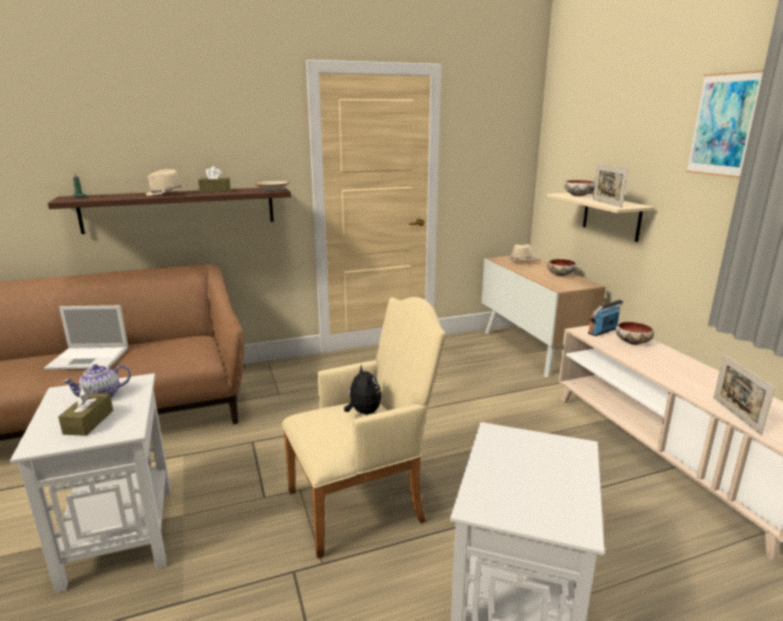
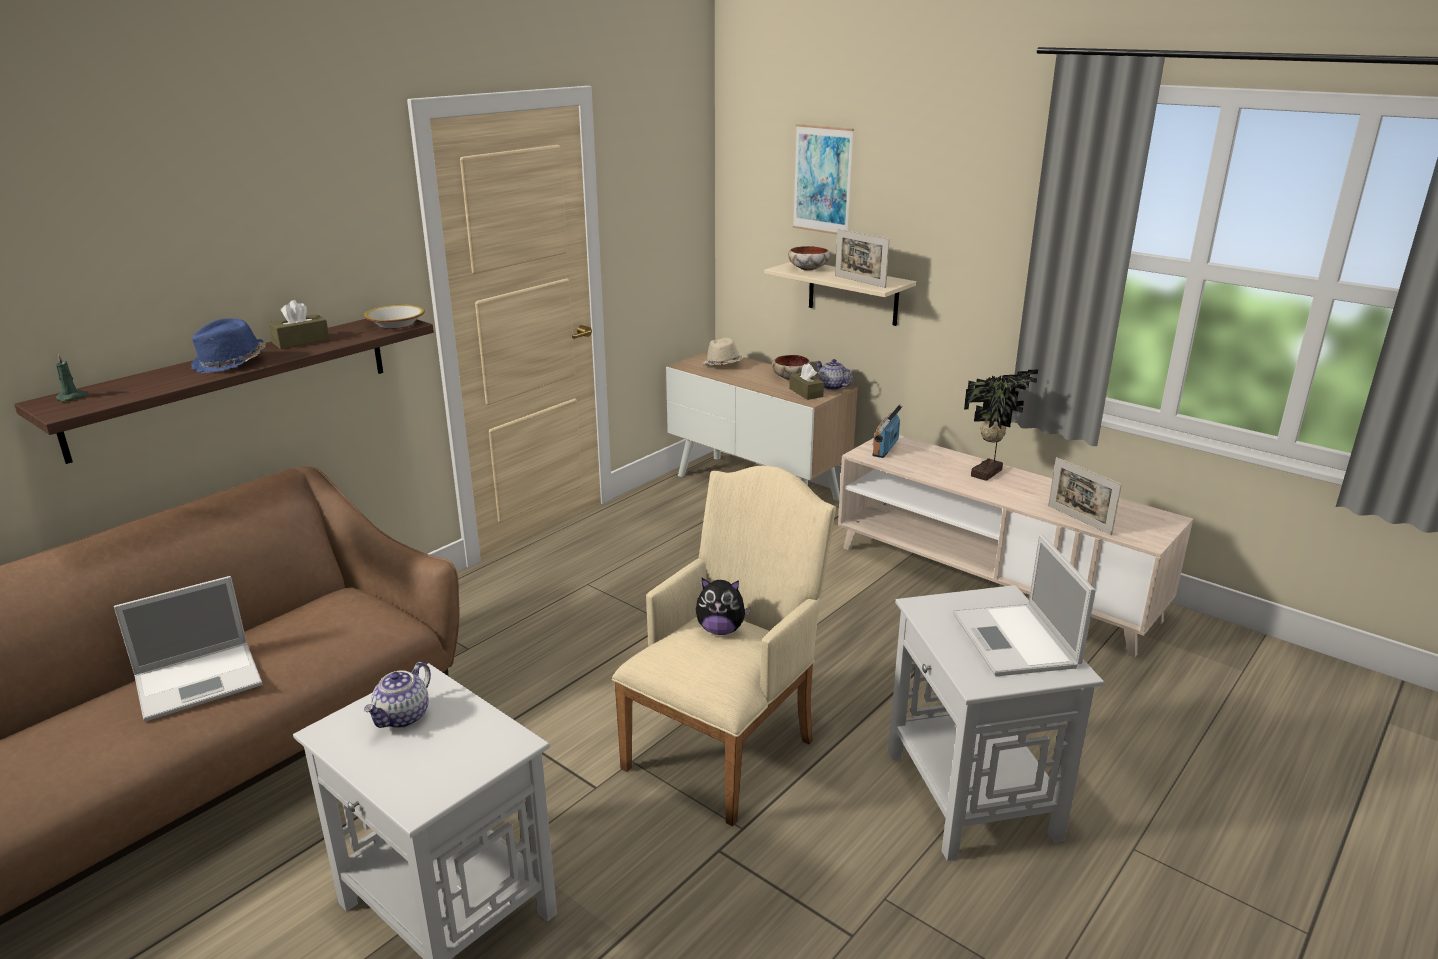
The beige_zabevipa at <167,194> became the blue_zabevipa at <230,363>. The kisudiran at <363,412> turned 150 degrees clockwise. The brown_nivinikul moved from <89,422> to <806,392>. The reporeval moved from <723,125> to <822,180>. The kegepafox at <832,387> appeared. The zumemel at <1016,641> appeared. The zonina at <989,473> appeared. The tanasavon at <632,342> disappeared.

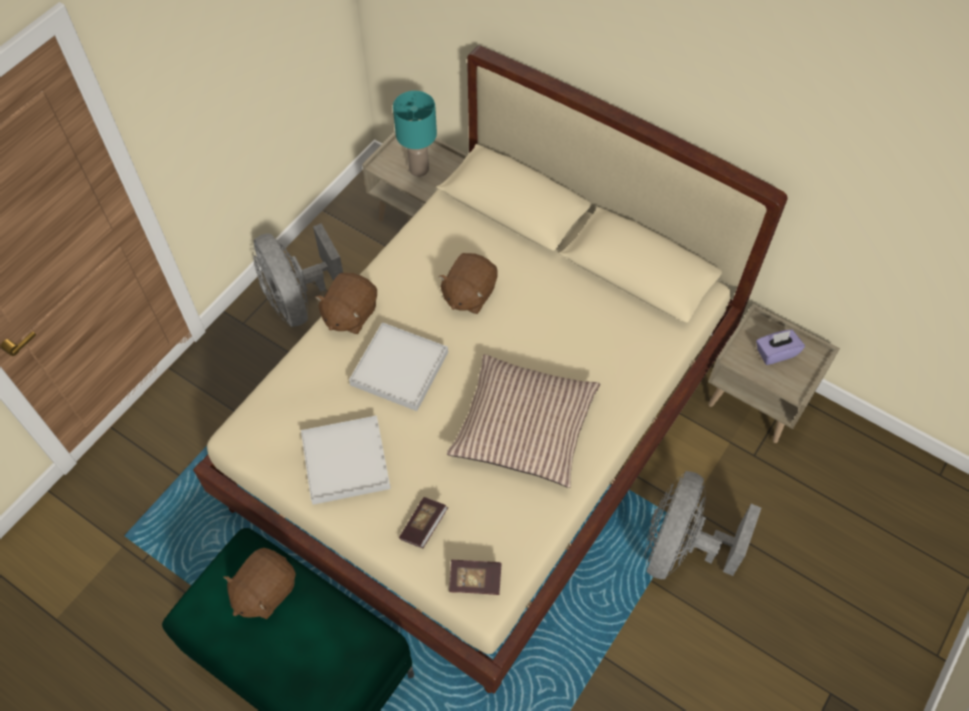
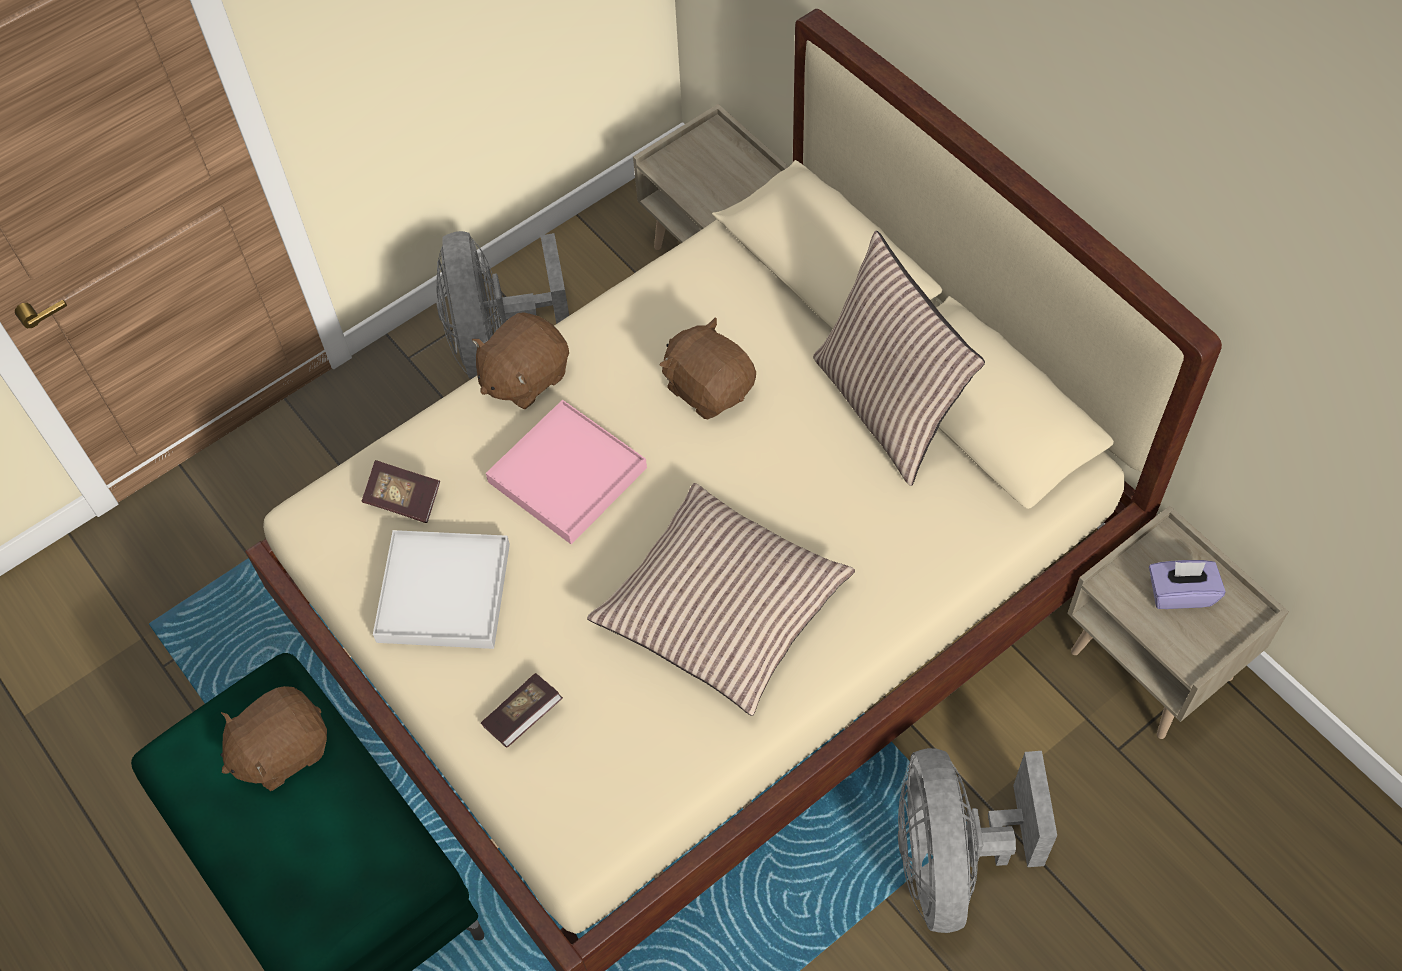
The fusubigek moved from <475,581> to <403,499>. The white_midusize at <399,368> became the pink_midusize at <567,474>. The brown_kisudiran at <468,294> turned 90 degrees clockwise. The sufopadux at <888,407> appeared. The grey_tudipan at <681,547> turned 45 degrees counterclockwise. The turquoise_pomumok at <419,169> disappeared.

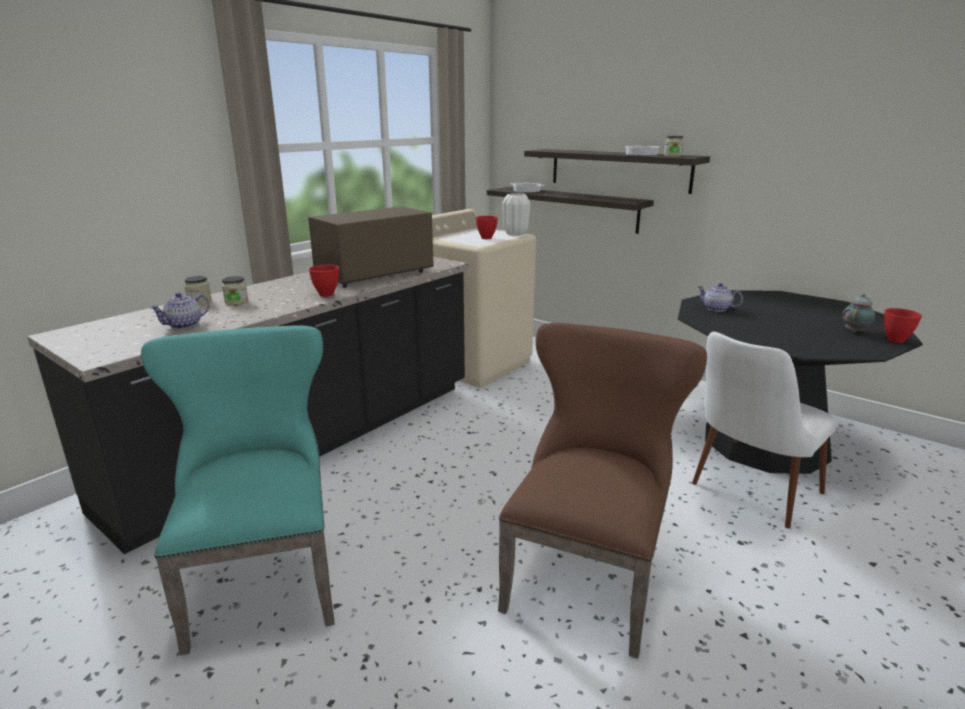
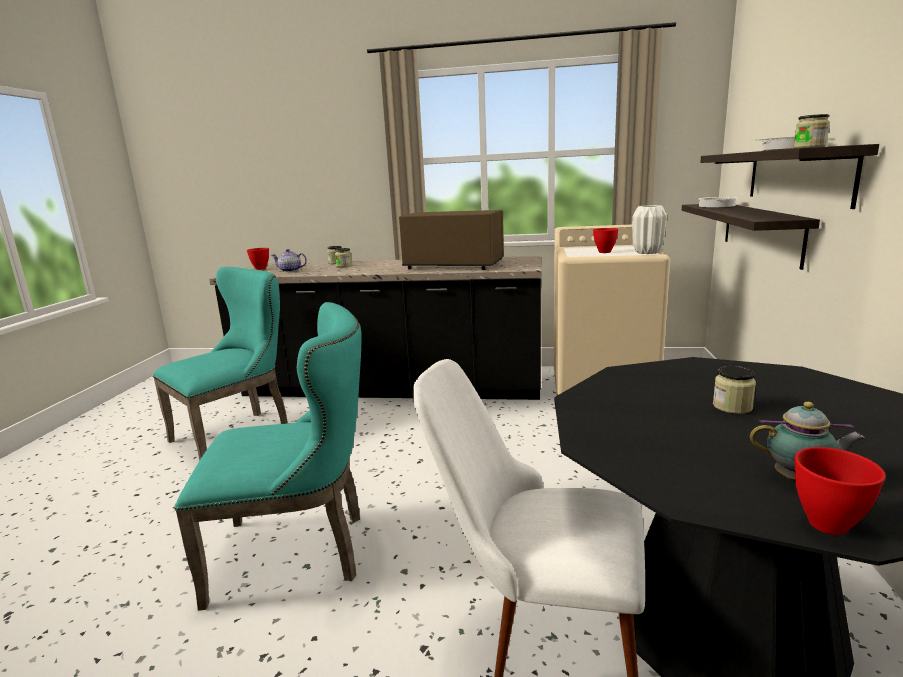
The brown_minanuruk at <587,575> became the turquoise_minanuruk at <300,552>. The red_tanasavon moved from <326,295> to <260,269>. The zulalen at <732,406> appeared. The kegepafox at <717,309> disappeared.

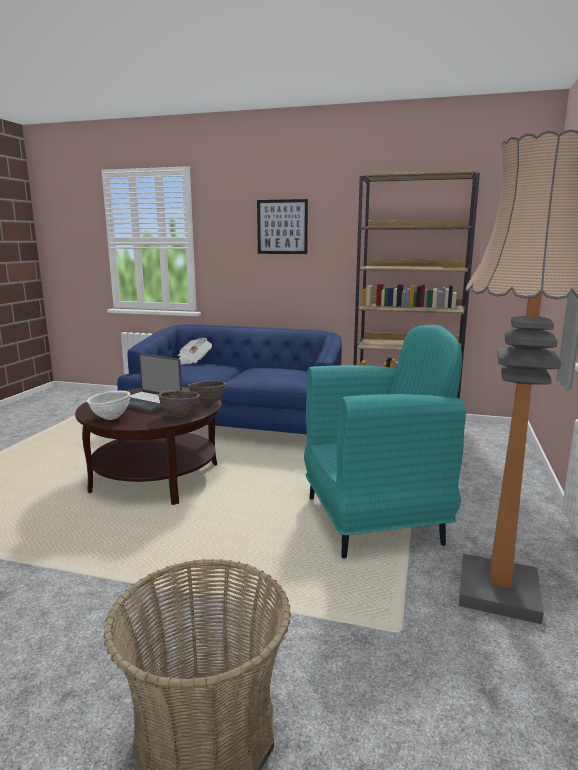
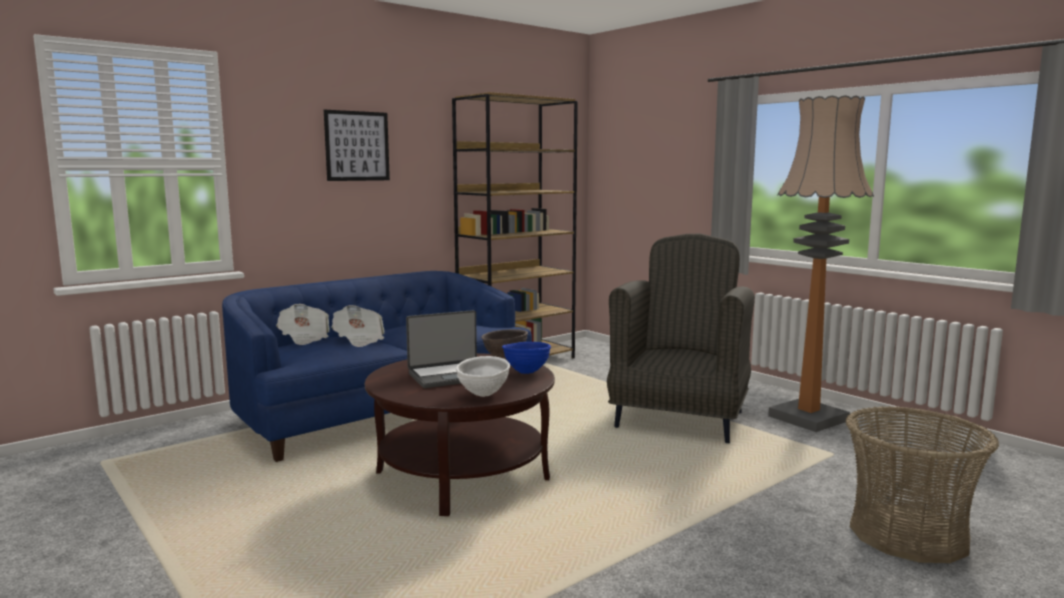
The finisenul at <359,340> appeared. The brown_tanasavon at <180,416> became the blue_tanasavon at <526,372>. The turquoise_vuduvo at <375,520> became the grey_vuduvo at <680,419>.

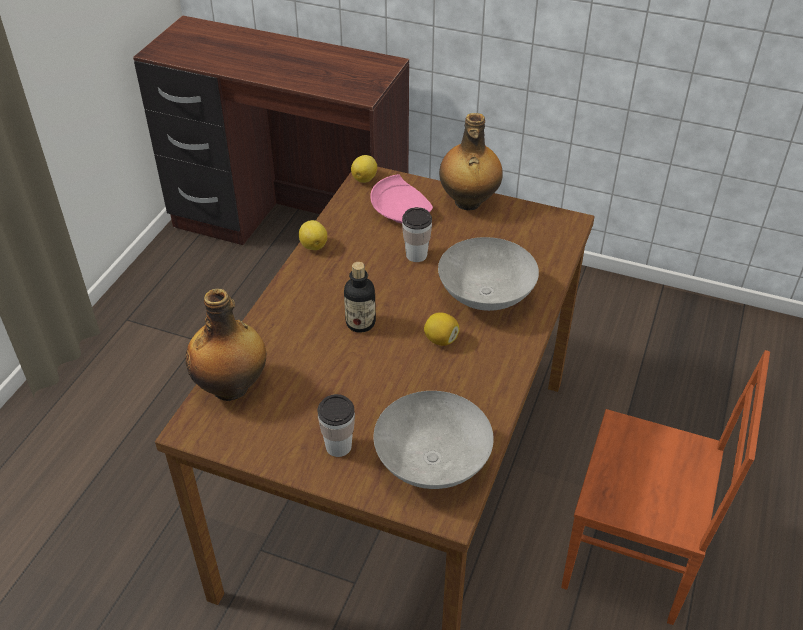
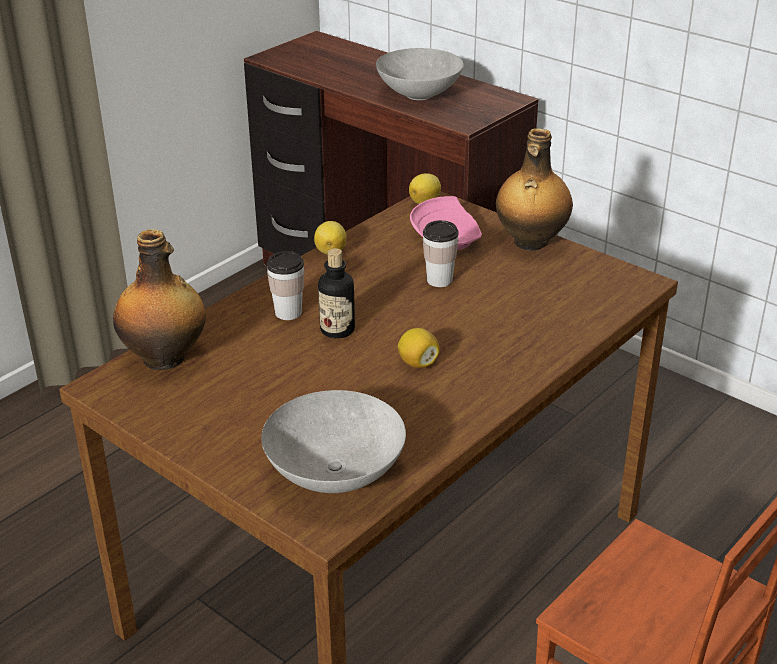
The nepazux moved from <338,446> to <288,313>. The grey_tanasavon moved from <486,295> to <420,94>.

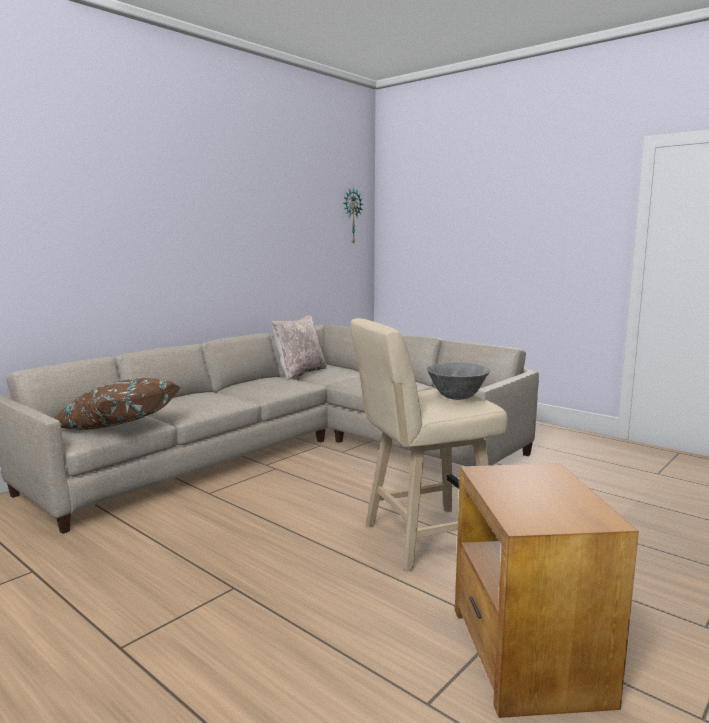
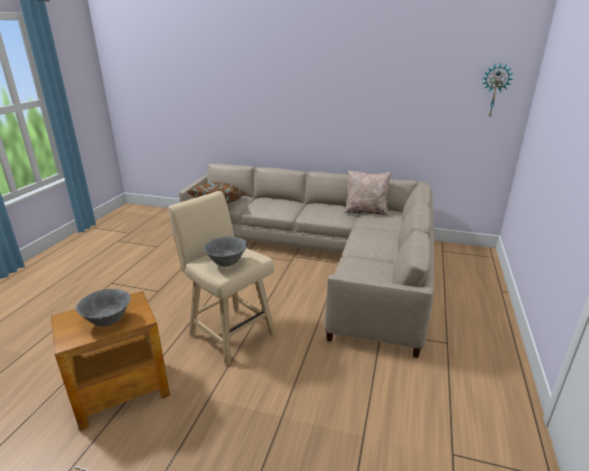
The grey_tanasavon at <108,321> appeared.

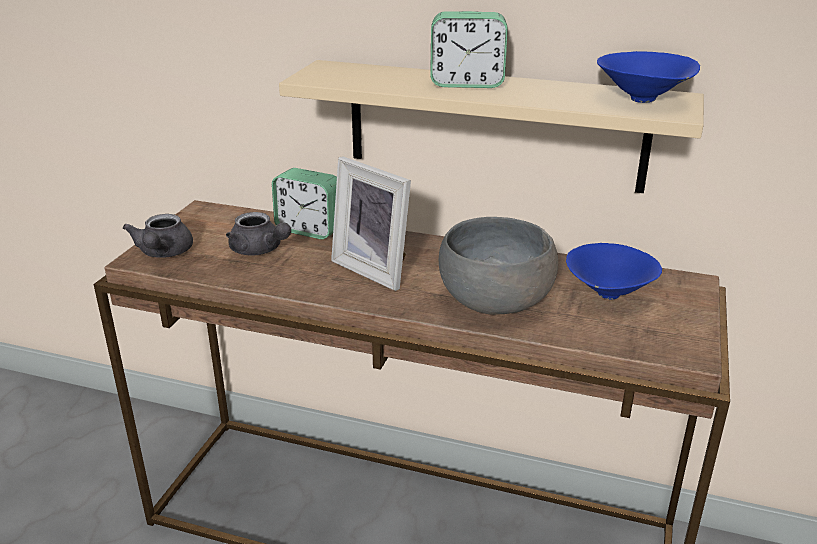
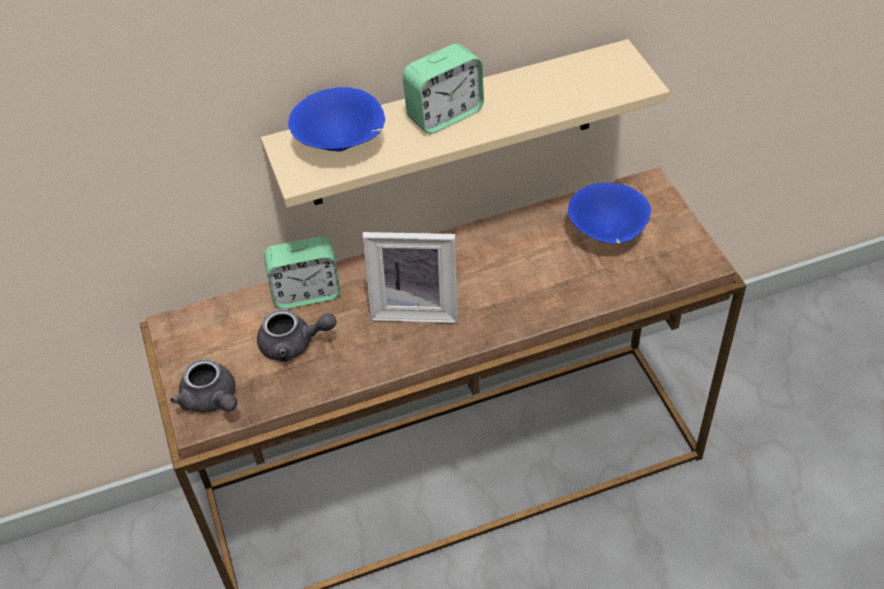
The blue_tanasavon moved from <644,100> to <342,145>. The grey_tanasavon at <496,301> disappeared.

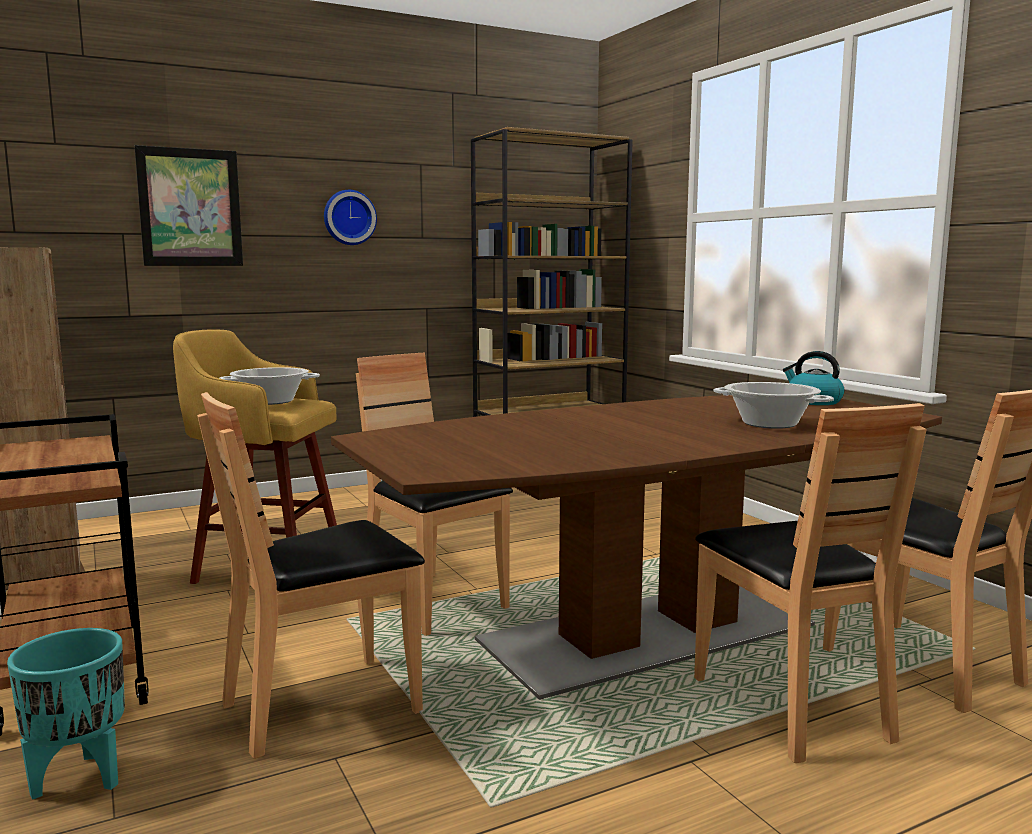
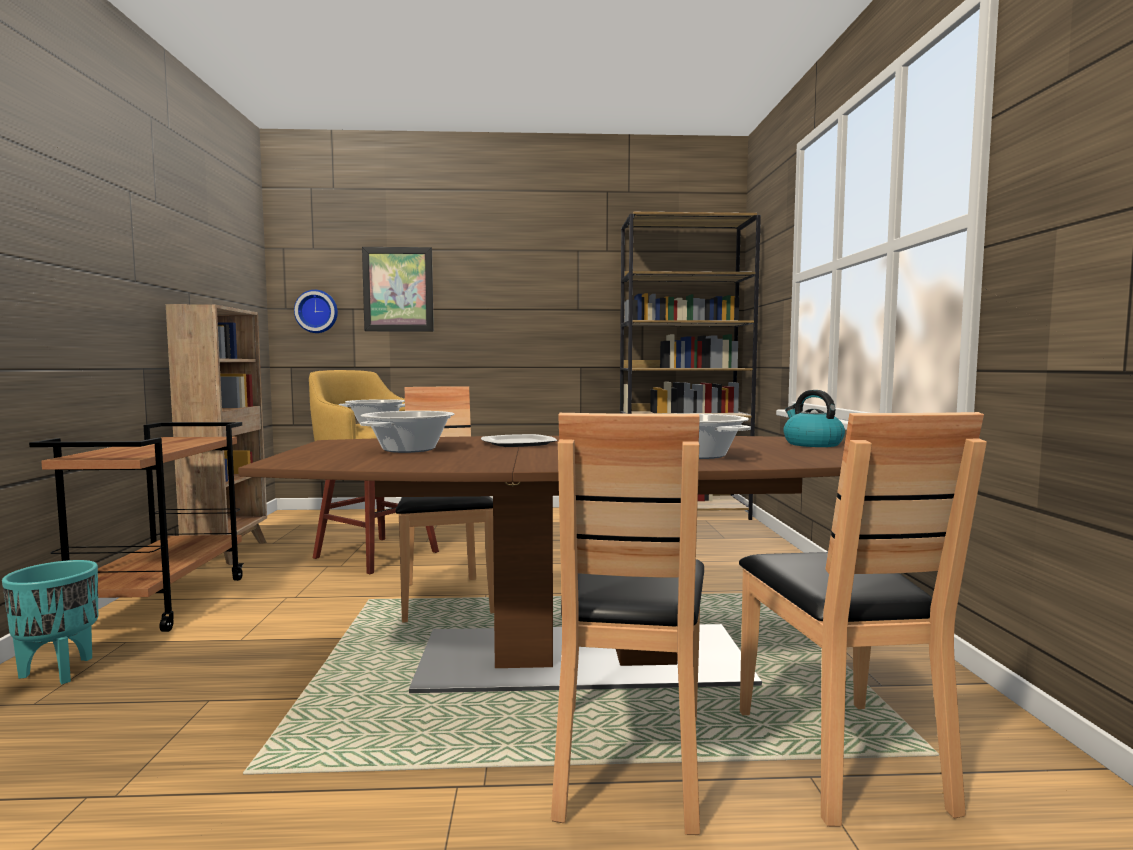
The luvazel moved from <349,217> to <317,311>. The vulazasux at <408,449> appeared. The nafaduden at <519,443> appeared. The brown_minanuruk at <323,705> disappeared.

